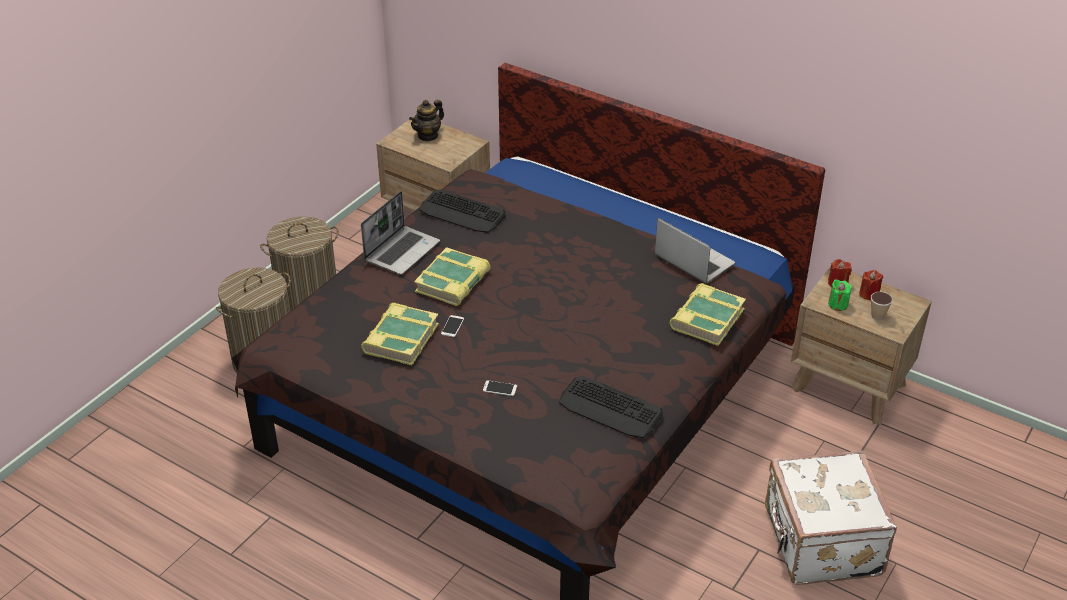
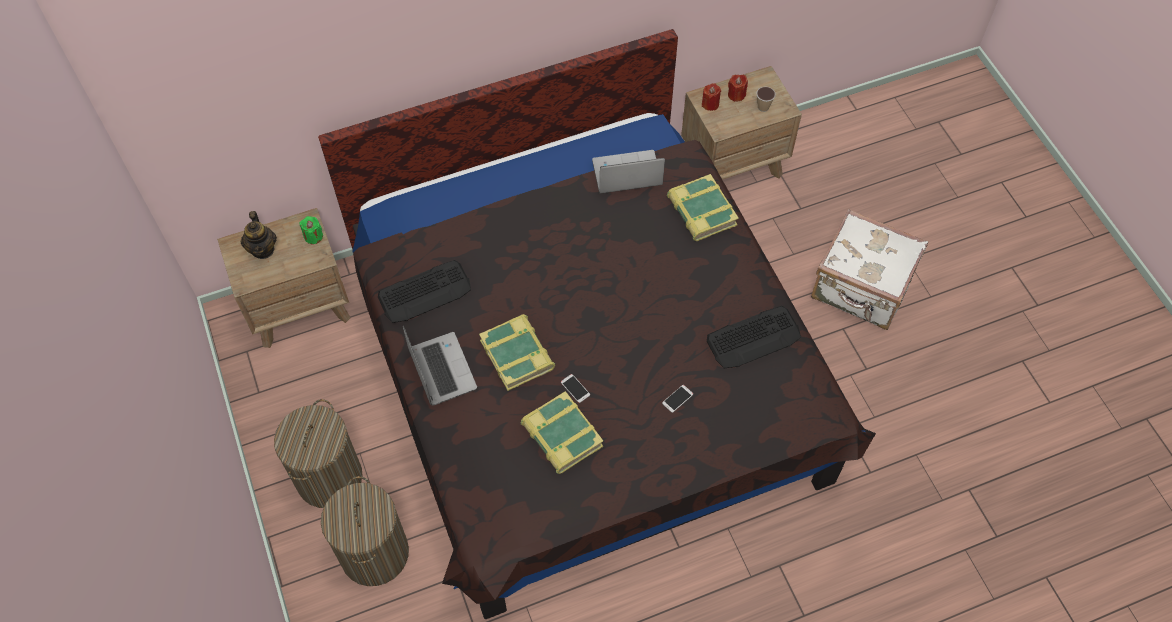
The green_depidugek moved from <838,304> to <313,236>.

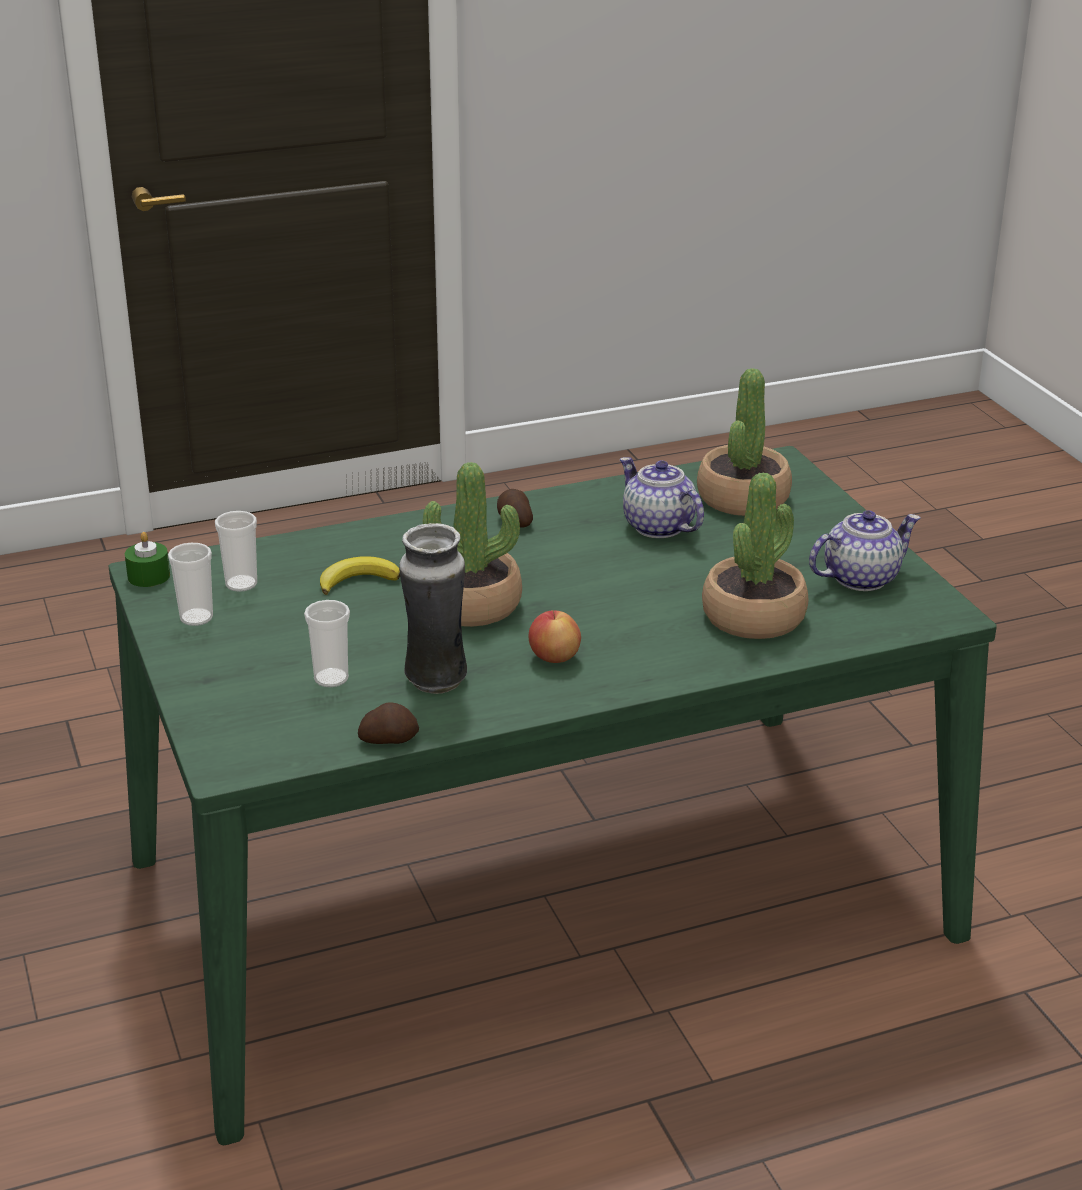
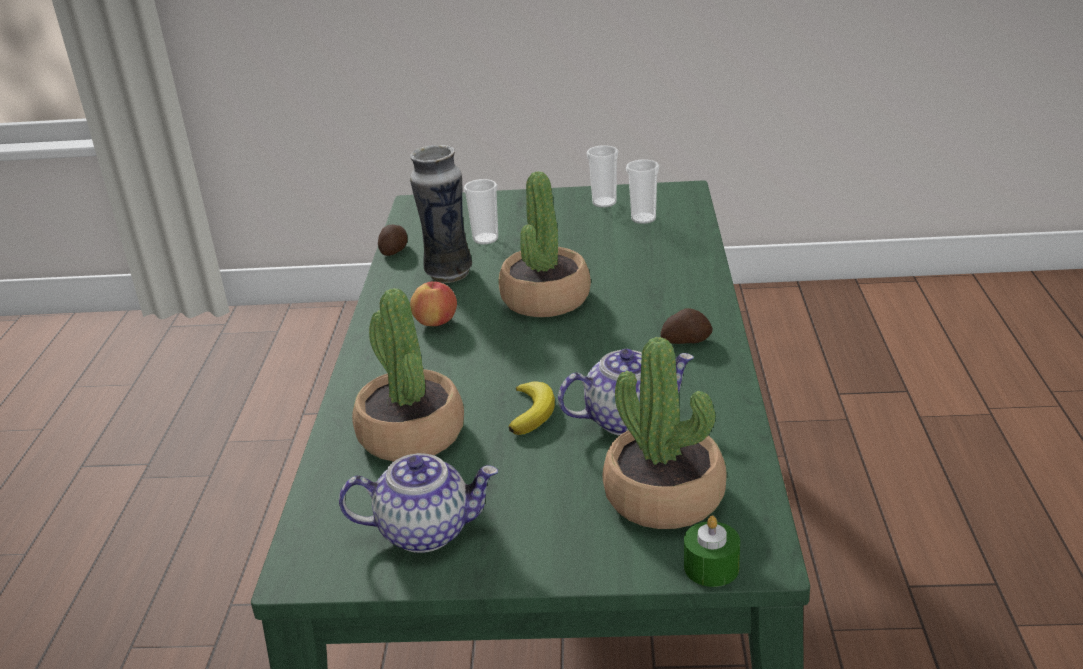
The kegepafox at <861,577> turned 90 degrees counterclockwise. The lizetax moved from <358,580> to <532,411>. The green_depidugek moved from <148,576> to <711,567>.

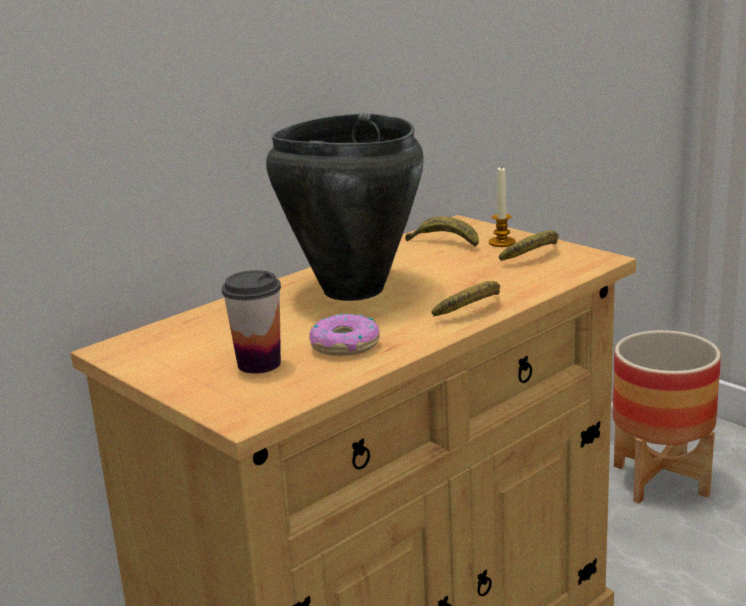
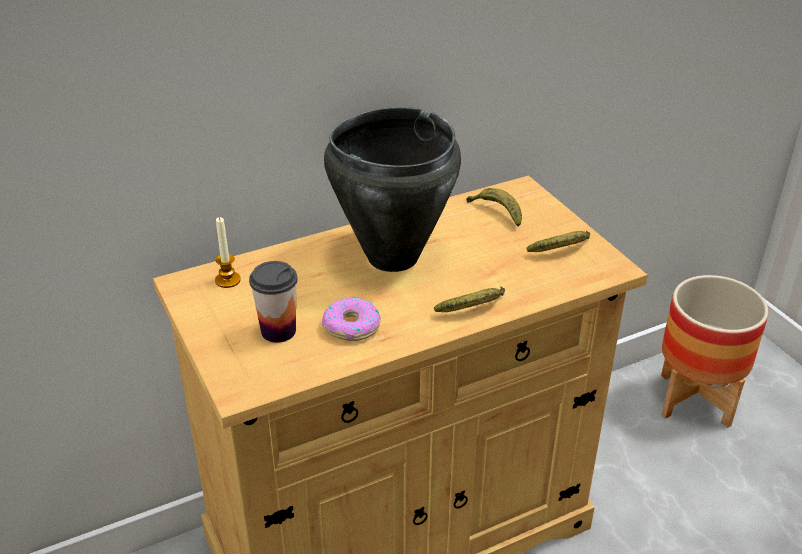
The depidugek moved from <502,242> to <227,280>.

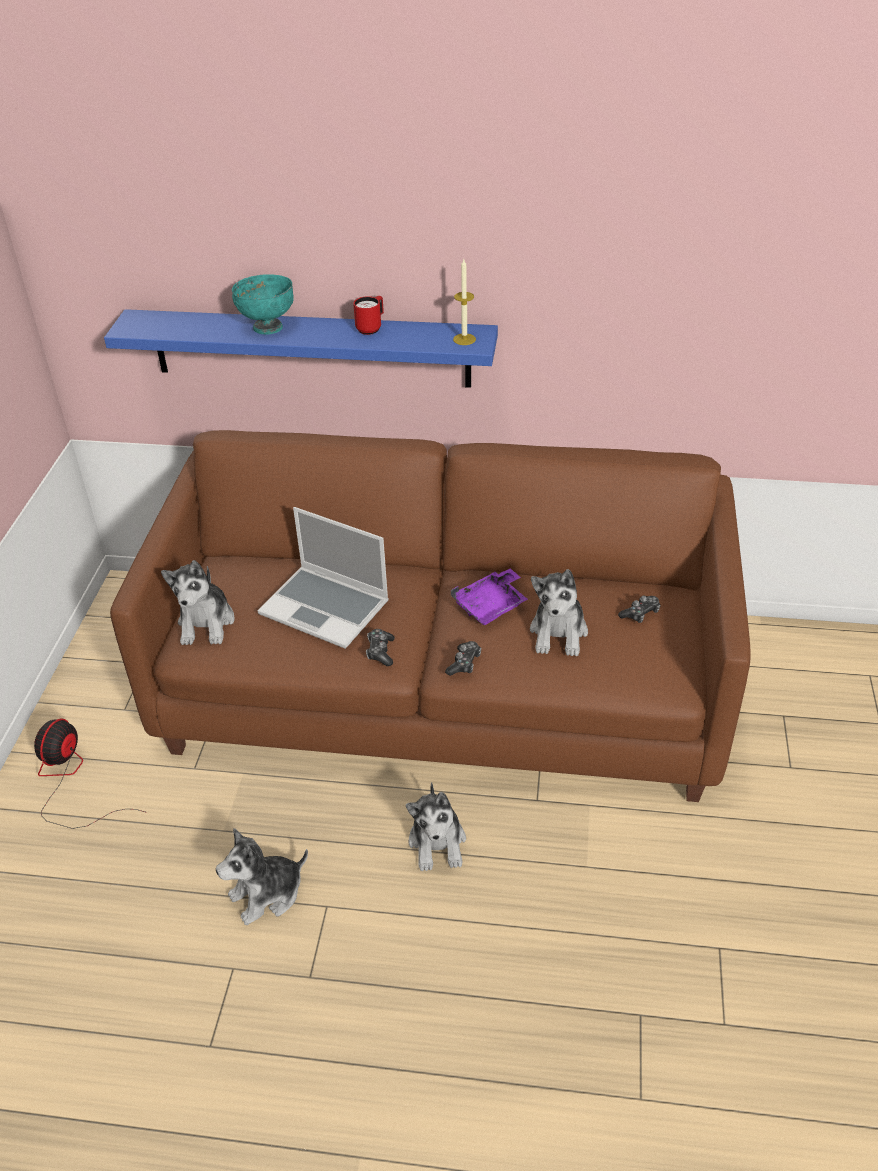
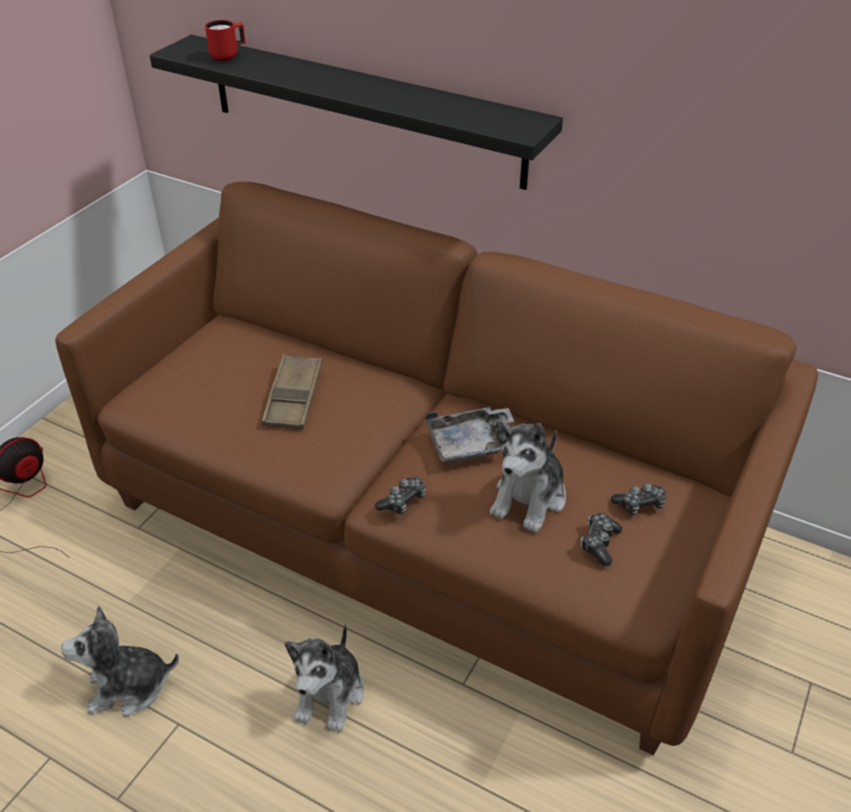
The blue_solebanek at <310,348> became the black_solebanek at <363,110>. The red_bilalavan moved from <371,328> to <228,57>. The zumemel at <326,608> was replaced by the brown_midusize at <293,397>. The purple_midusize at <491,605> became the grey_midusize at <469,444>. The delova moved from <380,651> to <599,543>. The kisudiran at <206,623> disappeared. The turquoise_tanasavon at <267,326> disappeared. The depidugek at <464,339> disappeared.

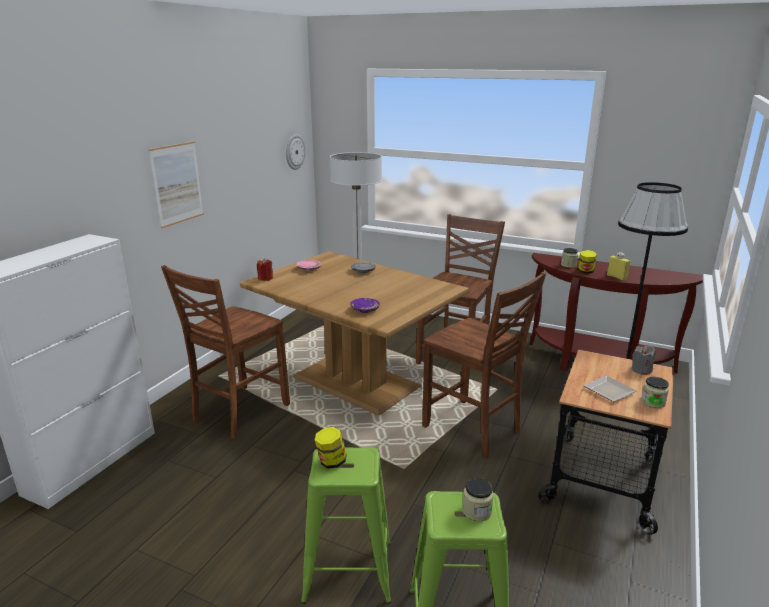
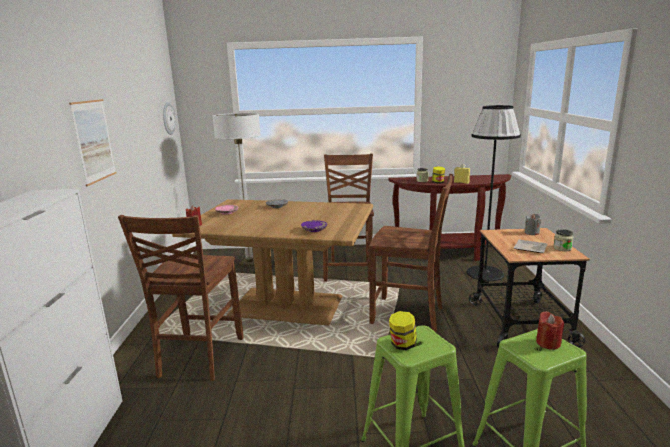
The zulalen at <476,511> was replaced by the red_depidugek at <548,343>.

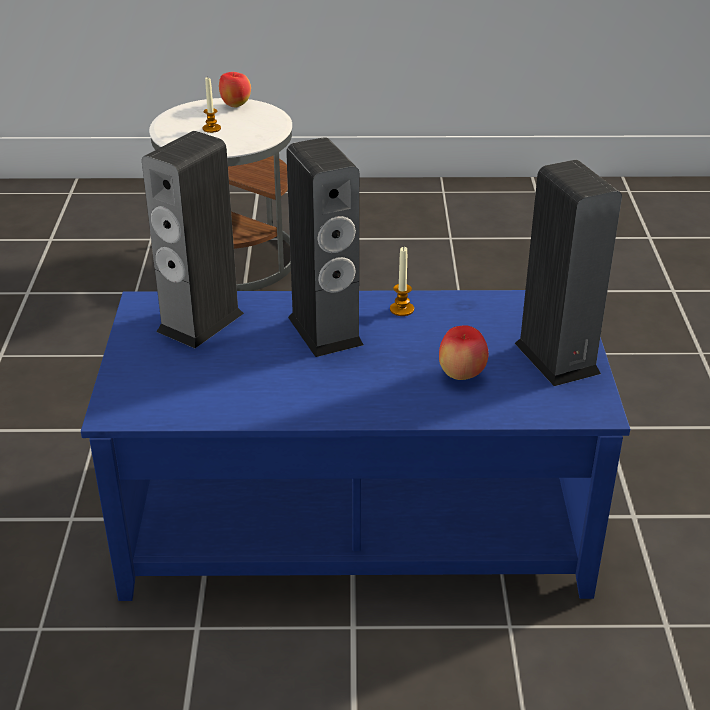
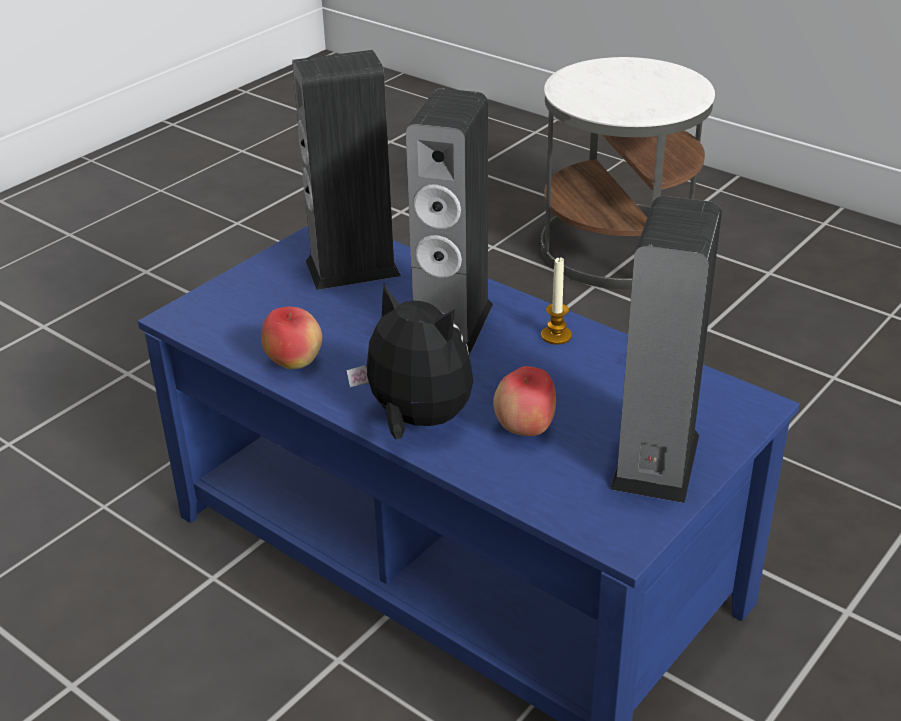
The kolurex moved from <235,105> to <294,363>. The kisudiran at <416,421> appeared. The depidugek at <211,128> disappeared.

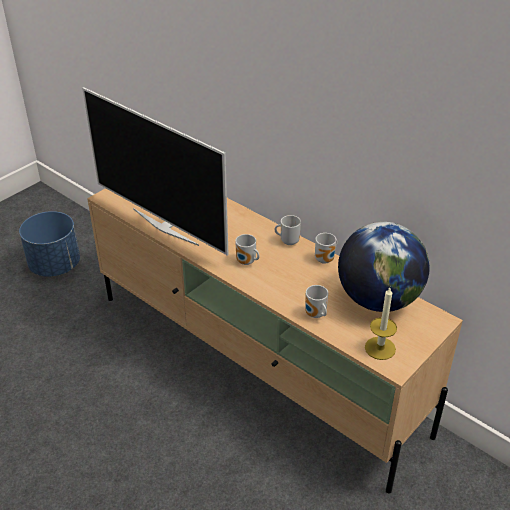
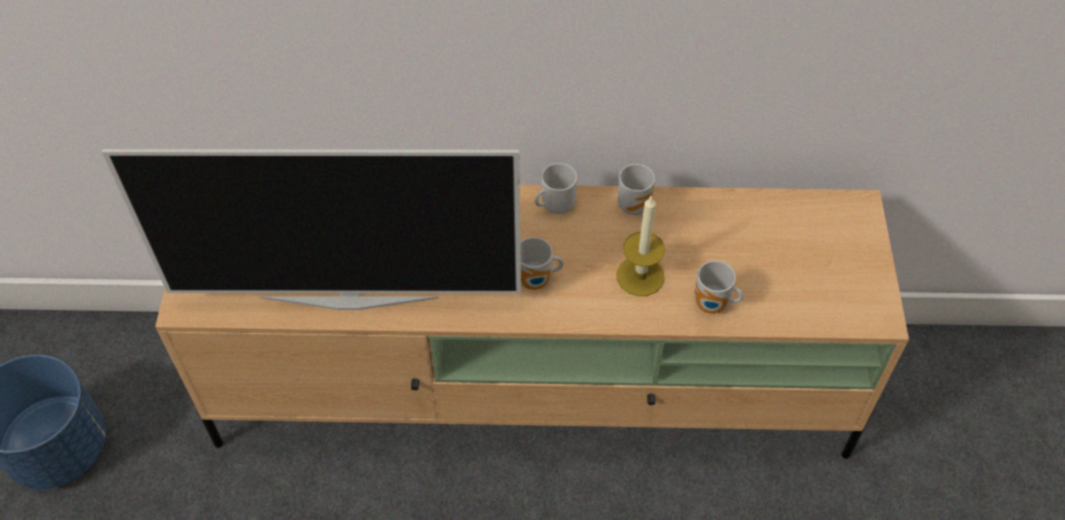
The depidugek moved from <380,348> to <640,276>. The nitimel at <378,299> disappeared.

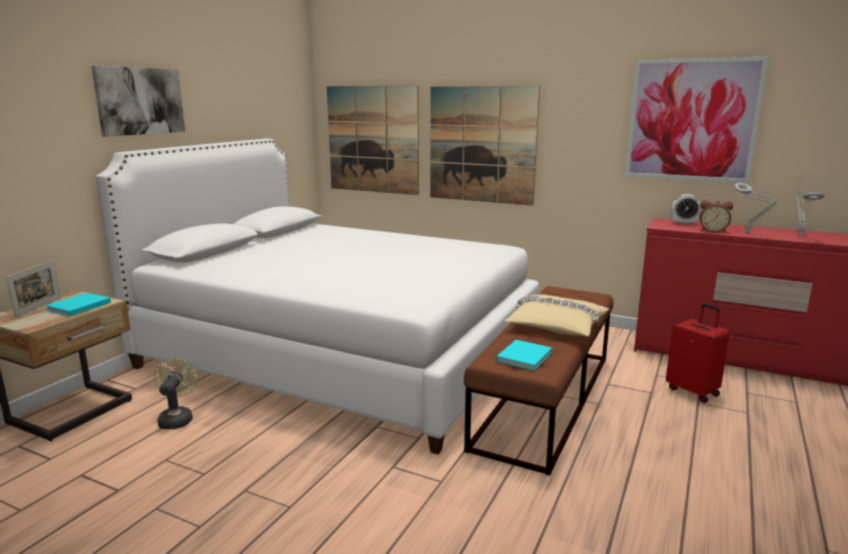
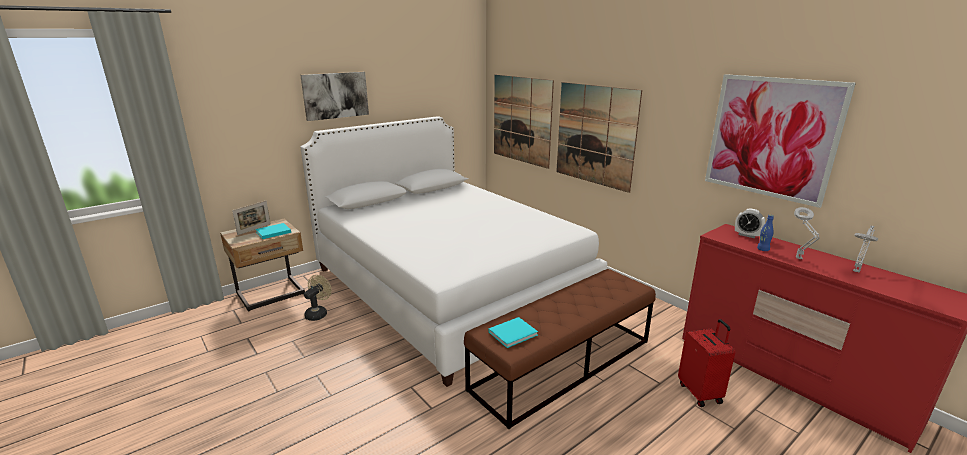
The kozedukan at <712,230> was replaced by the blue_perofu at <763,249>. The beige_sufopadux at <556,325> disappeared.

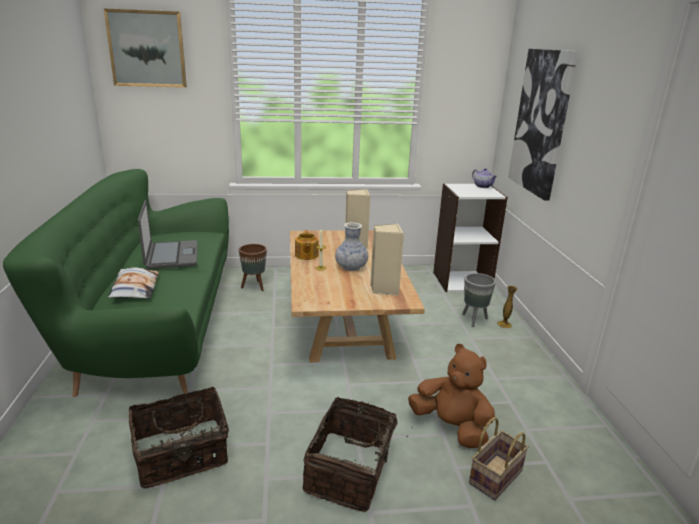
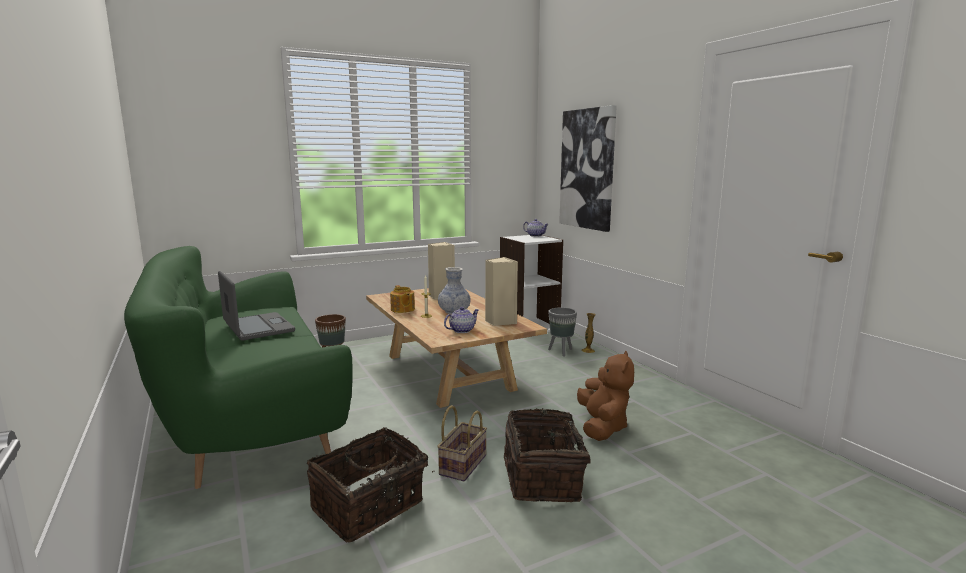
The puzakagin moved from <495,475> to <462,464>. The kegepafox at <461,330> appeared. The brown_kisudiran at <451,427> turned 75 degrees clockwise. The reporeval at <147,49> disappeared. The sufopadux at <135,288> disappeared.

